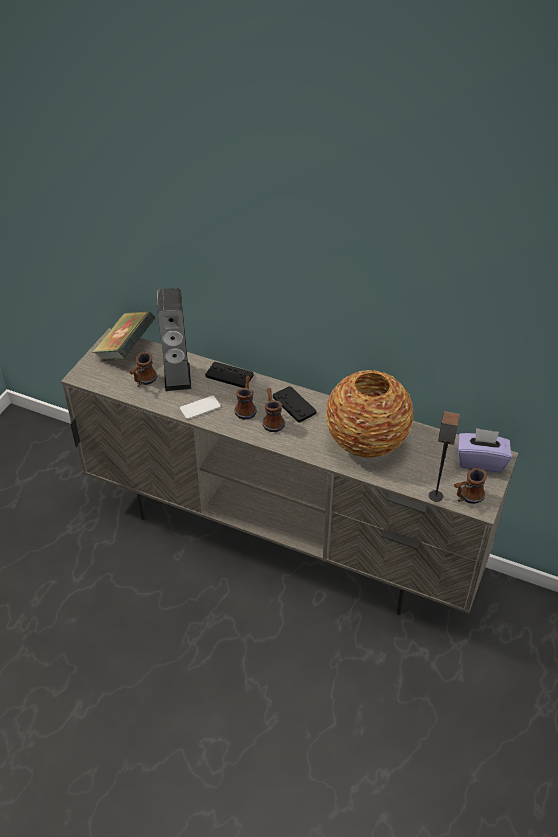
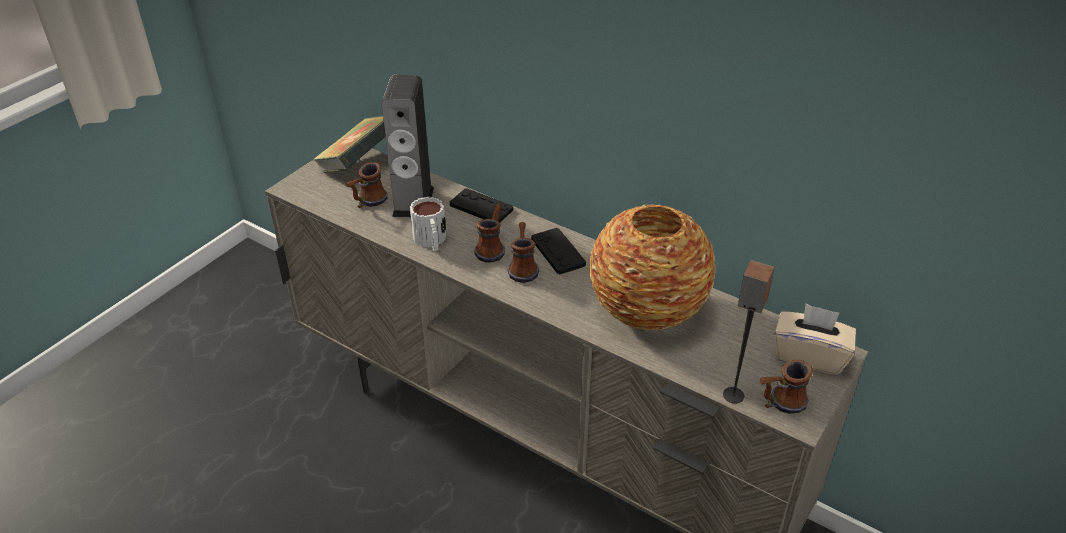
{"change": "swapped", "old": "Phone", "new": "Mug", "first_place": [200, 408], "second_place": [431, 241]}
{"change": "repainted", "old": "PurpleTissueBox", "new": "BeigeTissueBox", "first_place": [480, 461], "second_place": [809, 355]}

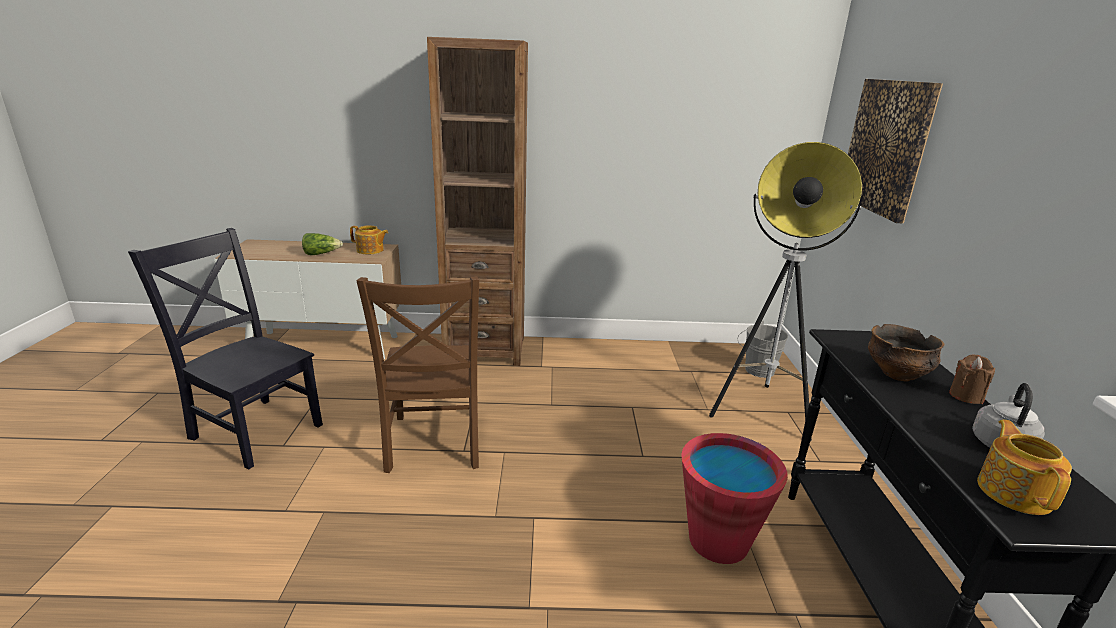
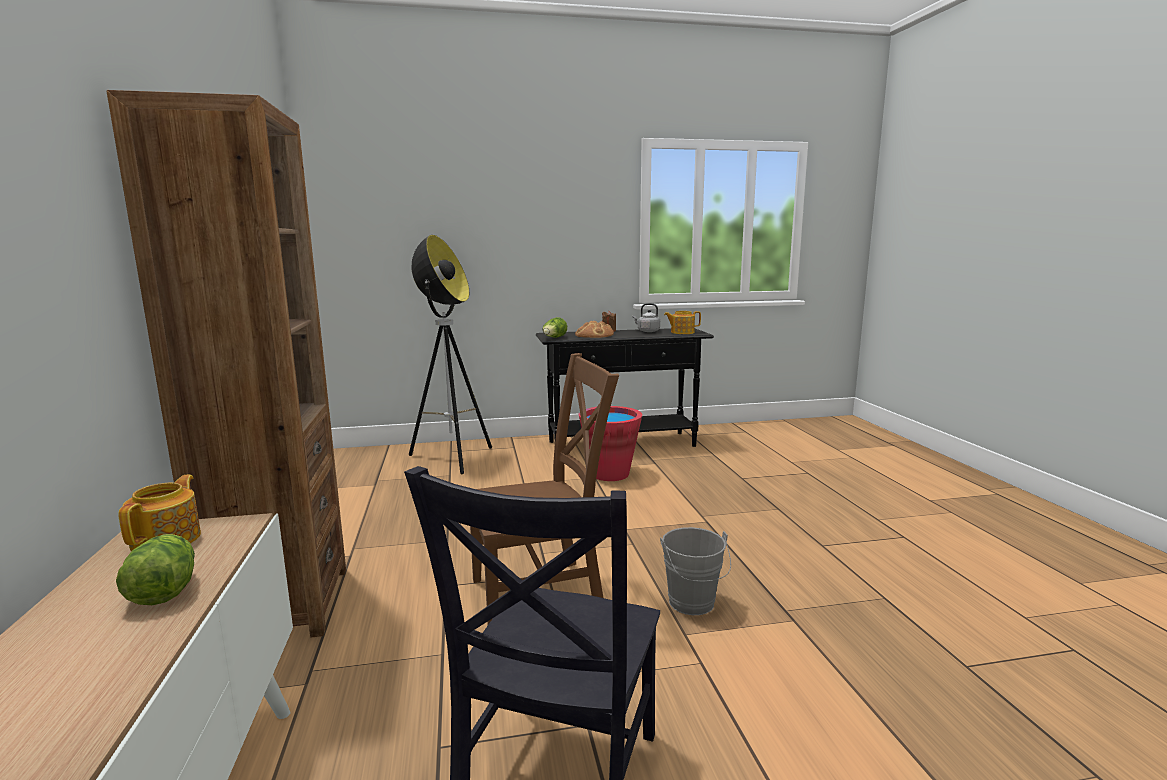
{"change": "gone", "old": "Picture", "first_place": [887, 147]}
{"change": "new", "new": "Lettuce", "second_place": [554, 338]}
{"change": "shifted", "old": "GreyBucket", "first_place": [756, 370], "second_place": [693, 605]}
{"change": "swapped", "old": "Bowl", "new": "Bread", "first_place": [897, 374], "second_place": [594, 335]}

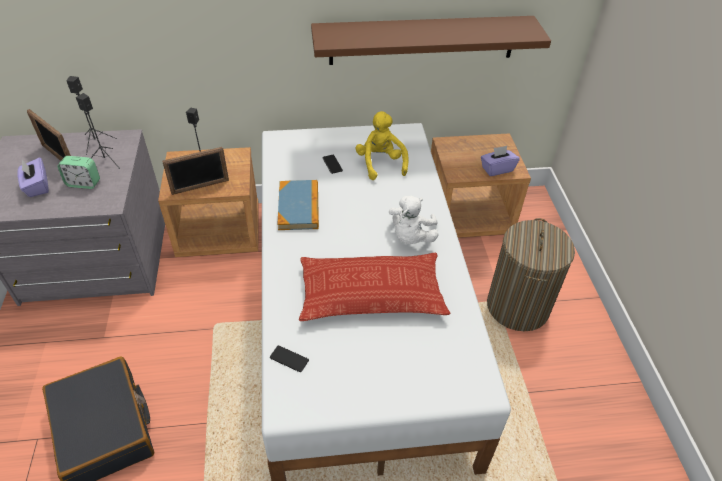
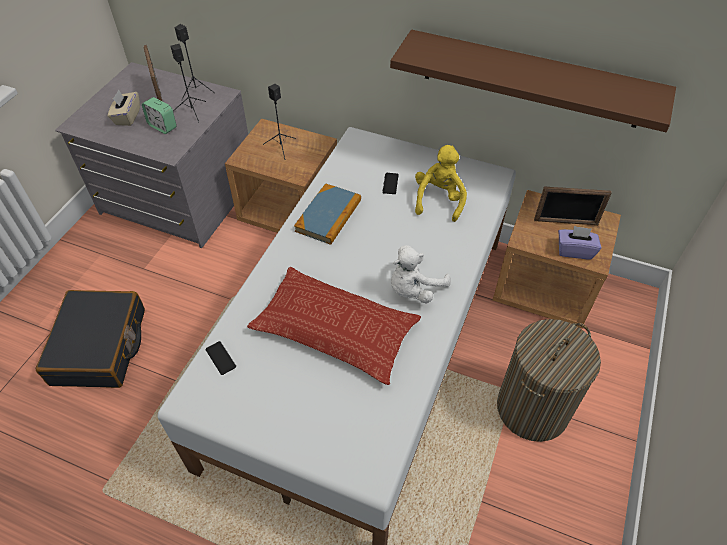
{"change": "shifted", "old": "PictureFrame", "first_place": [200, 187], "second_place": [565, 222]}
{"change": "repainted", "old": "PurpleTissueBox", "new": "BeigeTissueBox", "first_place": [37, 186], "second_place": [127, 117]}

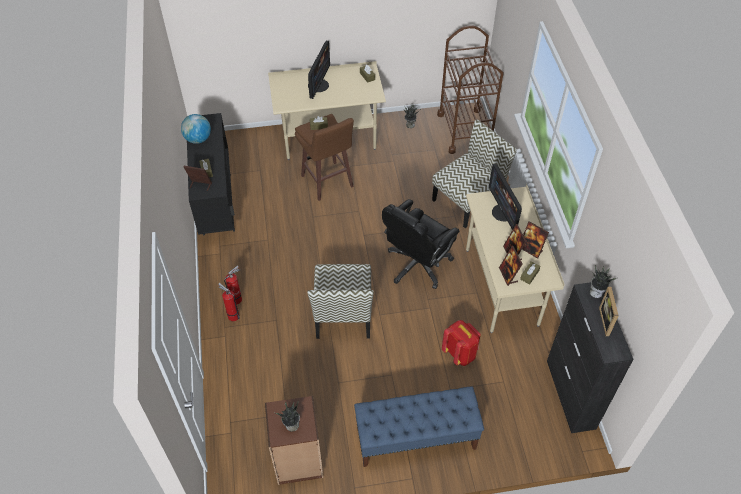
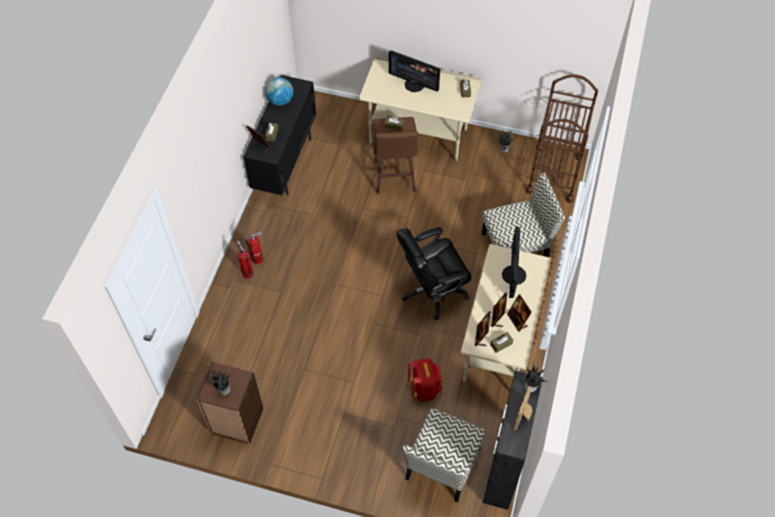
{"change": "gone", "old": "BlueBench", "first_place": [415, 438]}
{"change": "shifted", "old": "Chair", "first_place": [343, 314], "second_place": [443, 465]}
{"change": "rotated", "old": "Monitor", "first_place": [318, 85], "second_place": [414, 84], "degrees": 75}

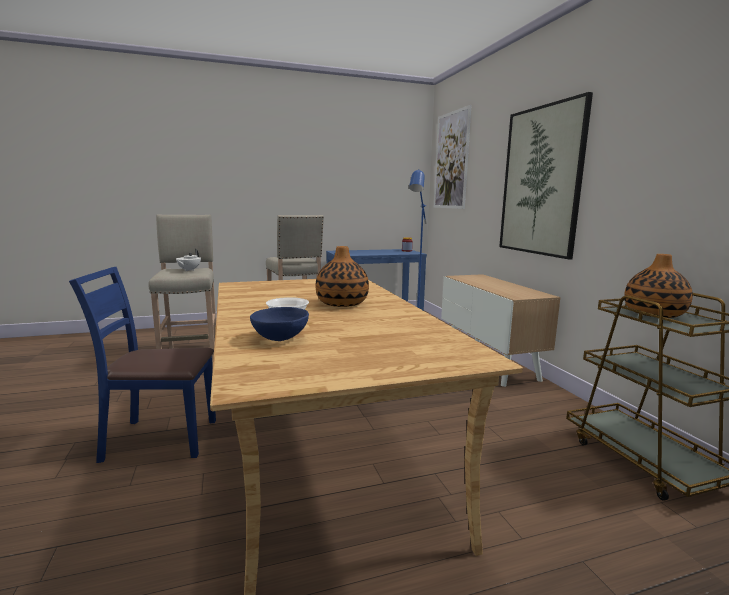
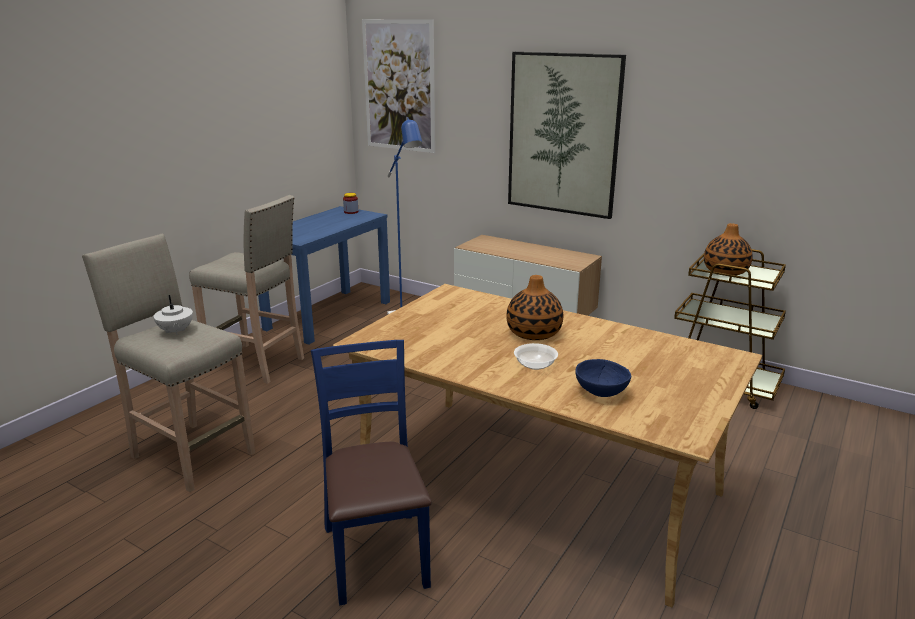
{"change": "rotated", "old": "BlueChair", "first_place": [160, 439], "second_place": [376, 554], "degrees": 120}

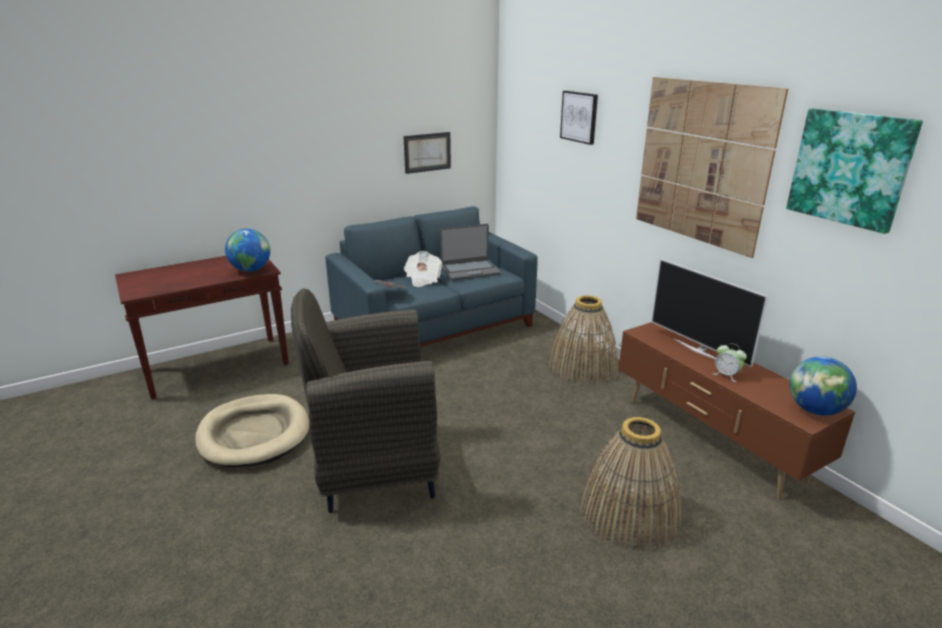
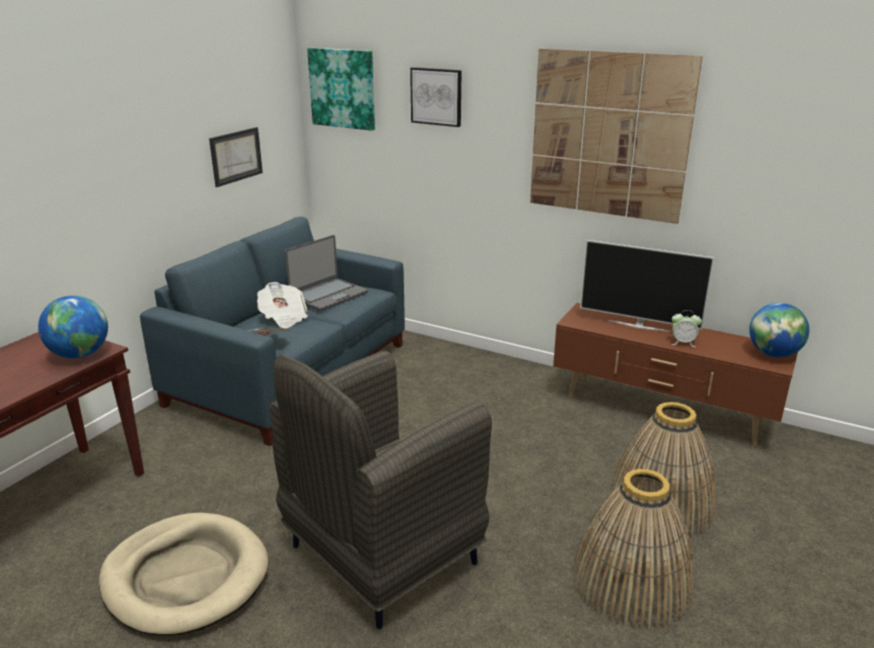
{"change": "shifted", "old": "Basket", "first_place": [582, 366], "second_place": [631, 583]}
{"change": "shifted", "old": "Picture", "first_place": [850, 168], "second_place": [343, 88]}

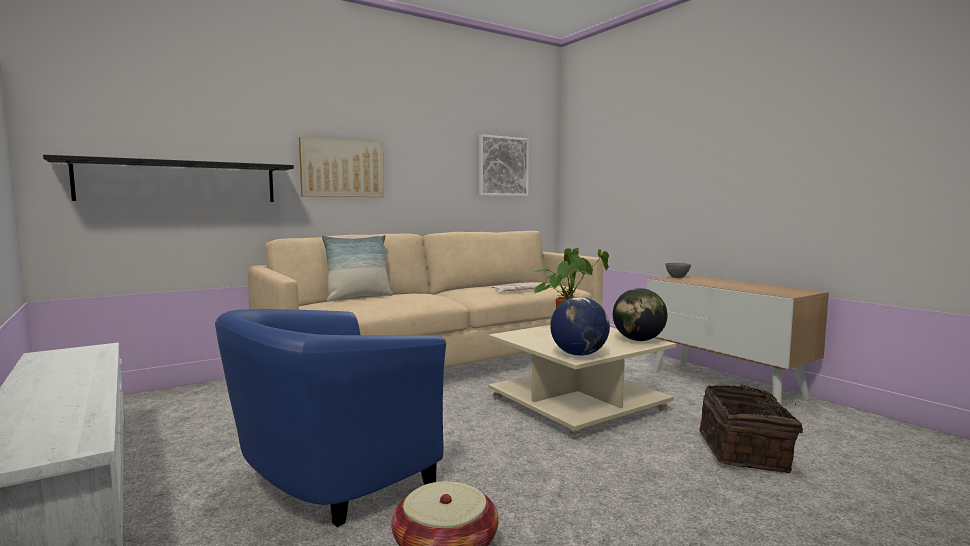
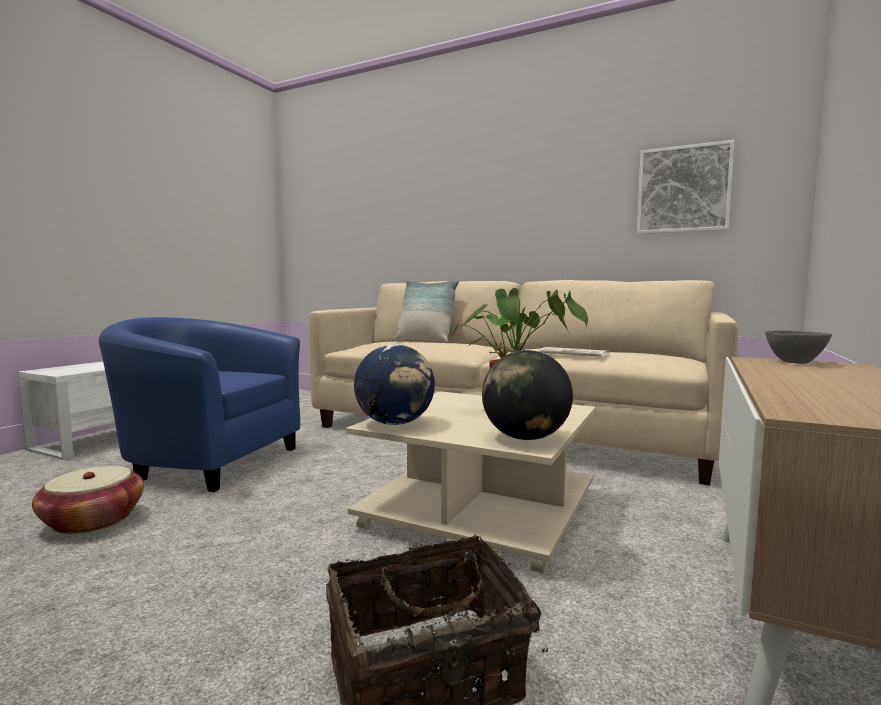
{"change": "gone", "old": "BlackShelf", "first_place": [180, 182]}
{"change": "gone", "old": "Picture", "first_place": [342, 168]}

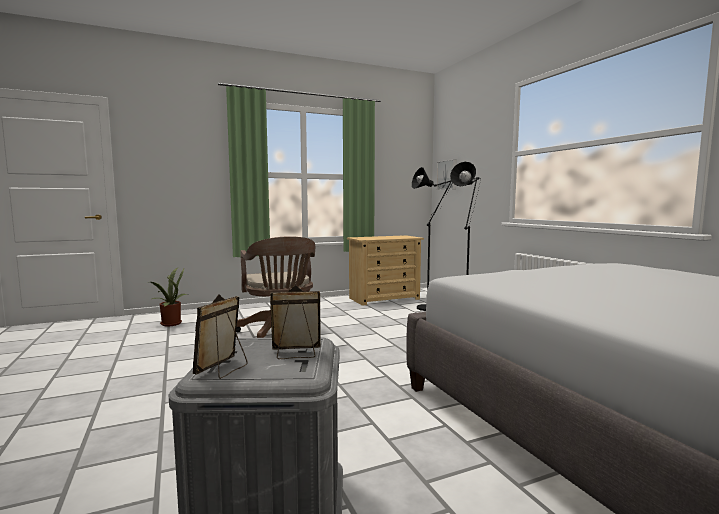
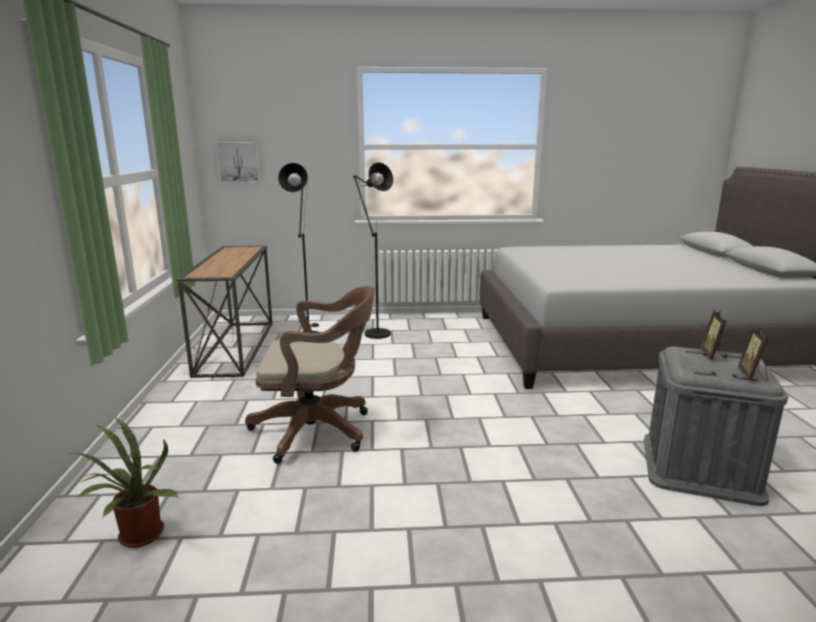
{"change": "swapped", "old": "BeigeDresser", "new": "ConsoleTable", "first_place": [384, 298], "second_place": [235, 347]}
{"change": "rotated", "old": "PictureFrame", "first_place": [223, 369], "second_place": [752, 375], "degrees": 60}

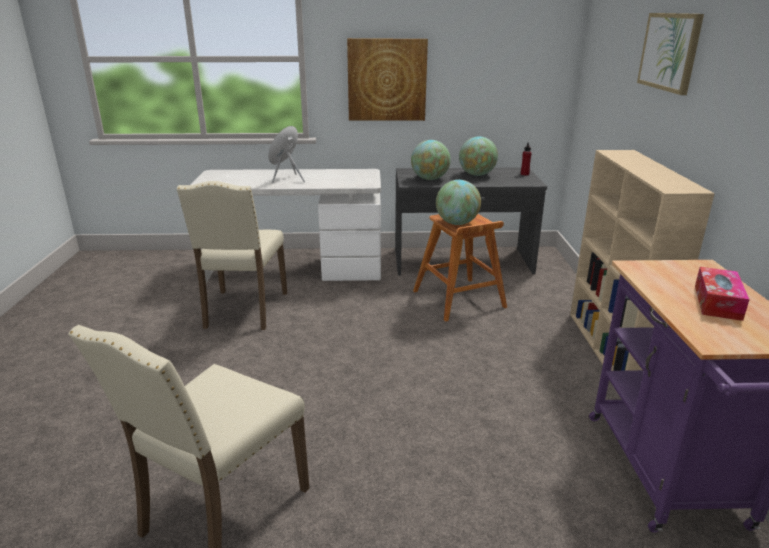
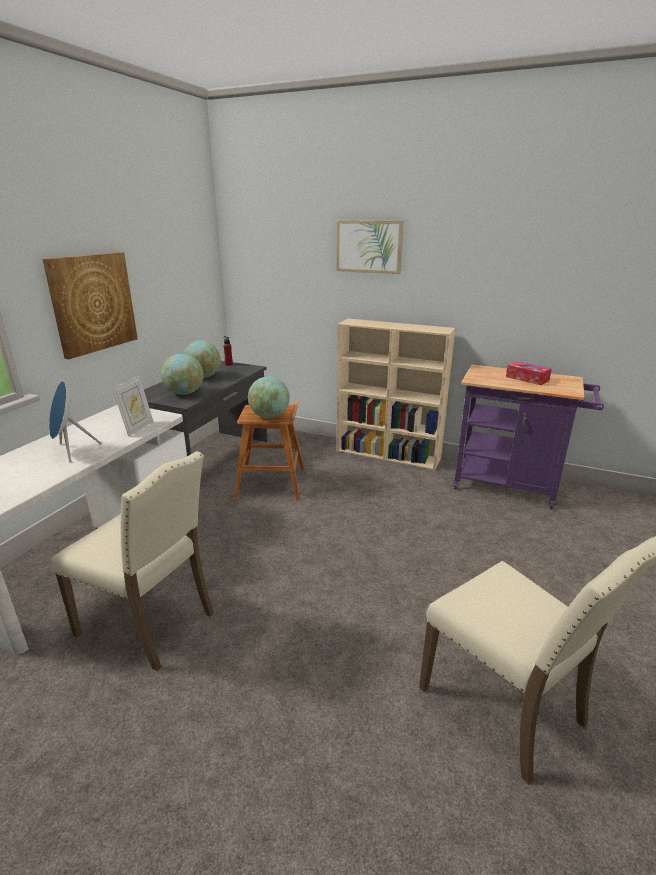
{"change": "new", "new": "PictureFrame", "second_place": [138, 428]}

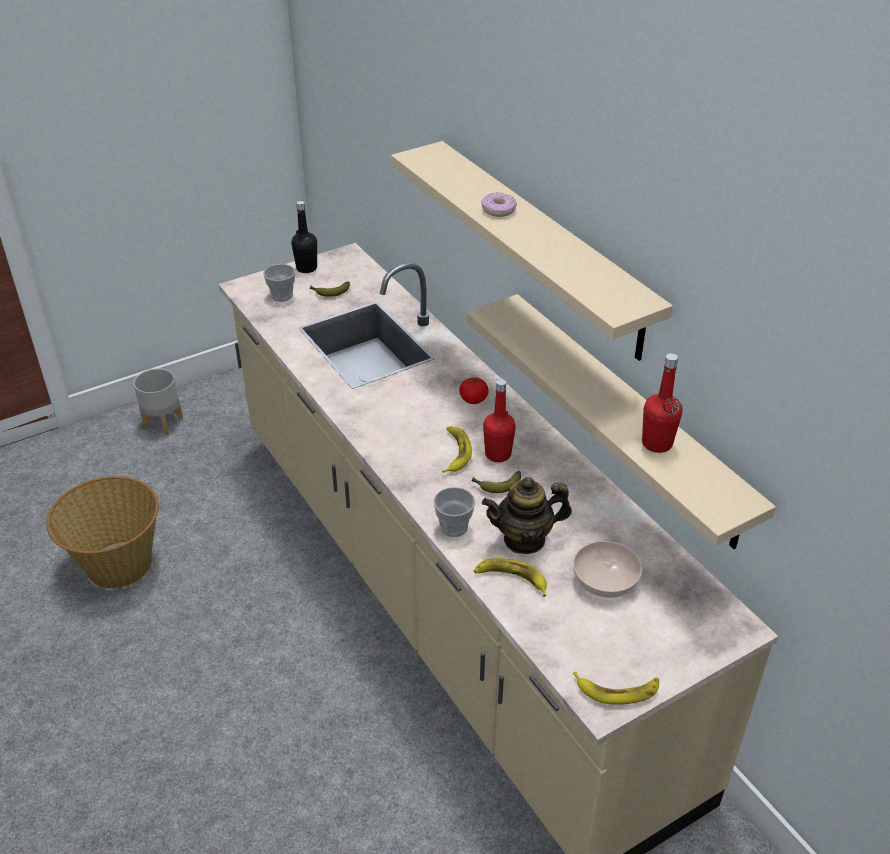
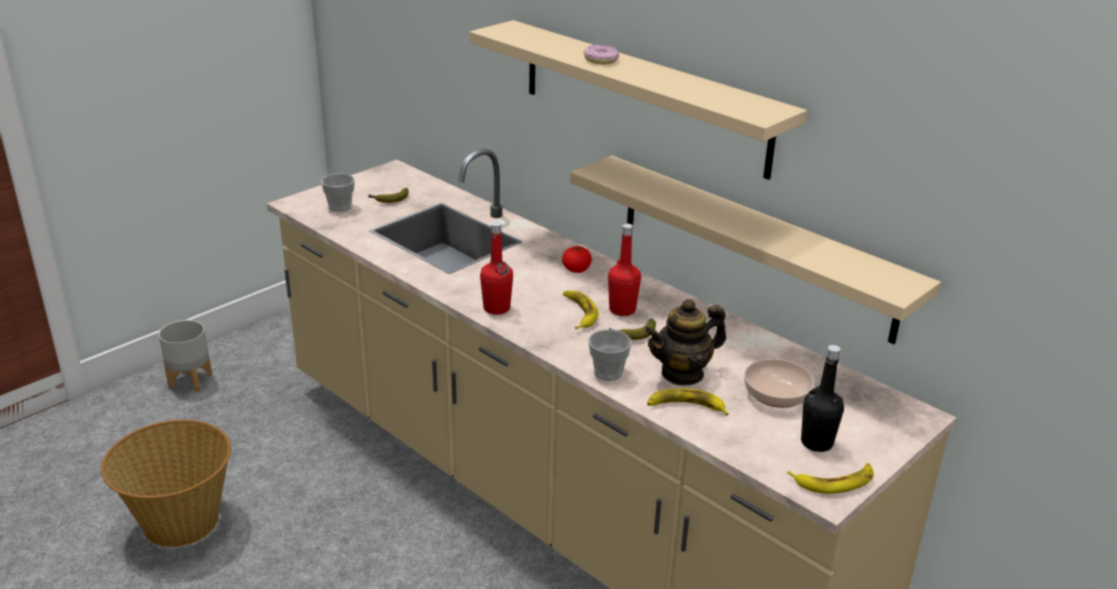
{"change": "shifted", "old": "BlackBottle", "first_place": [306, 268], "second_place": [816, 443]}
{"change": "shifted", "old": "RedBottle", "first_place": [657, 443], "second_place": [496, 308]}

